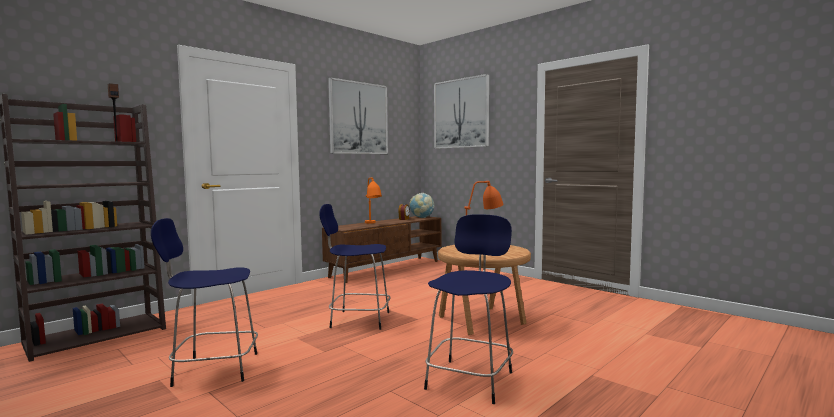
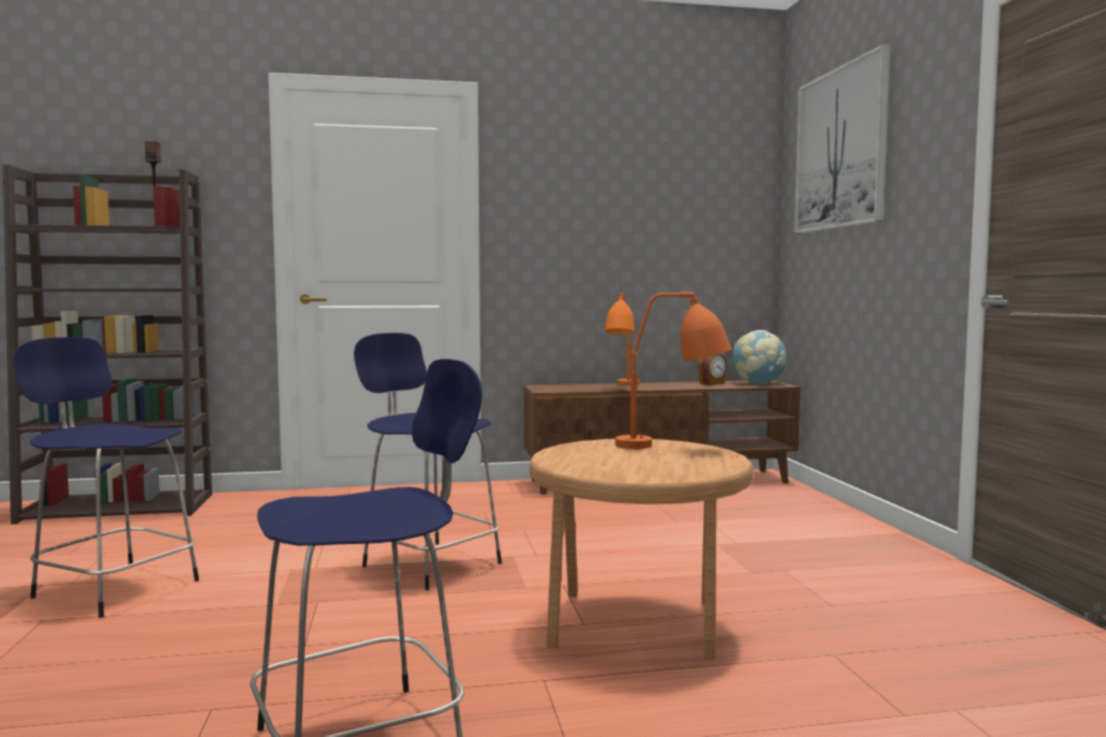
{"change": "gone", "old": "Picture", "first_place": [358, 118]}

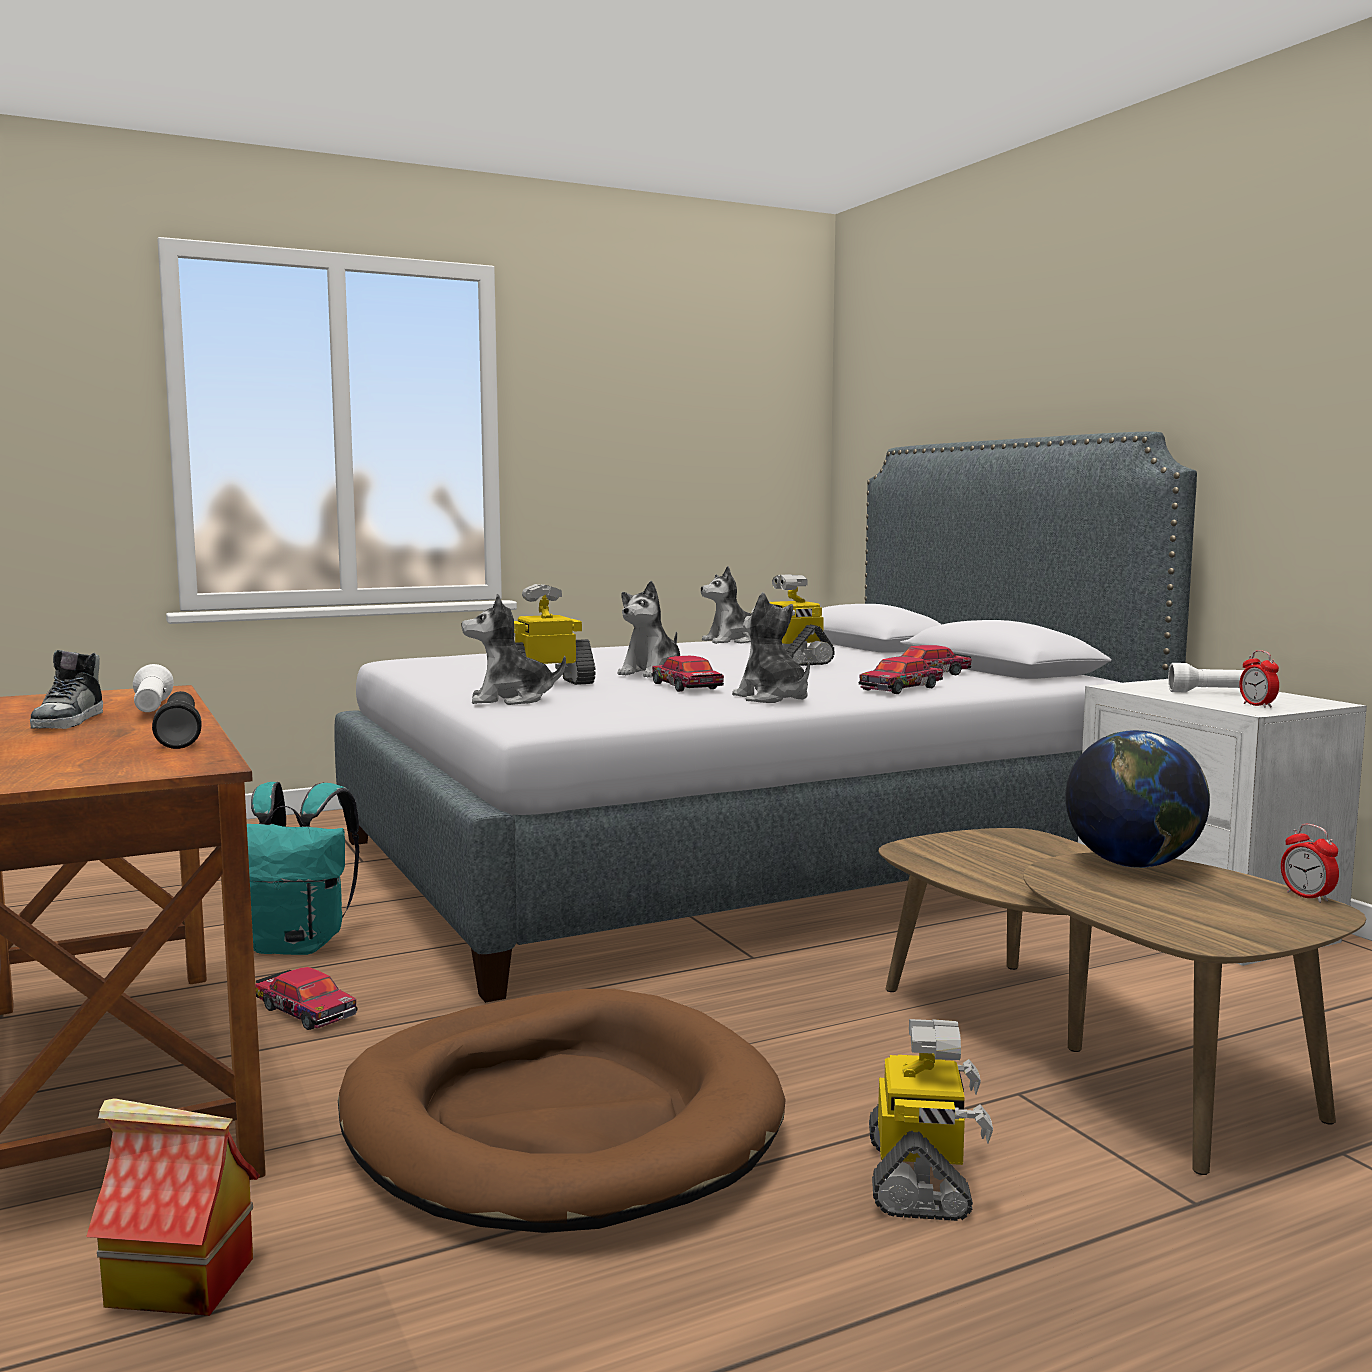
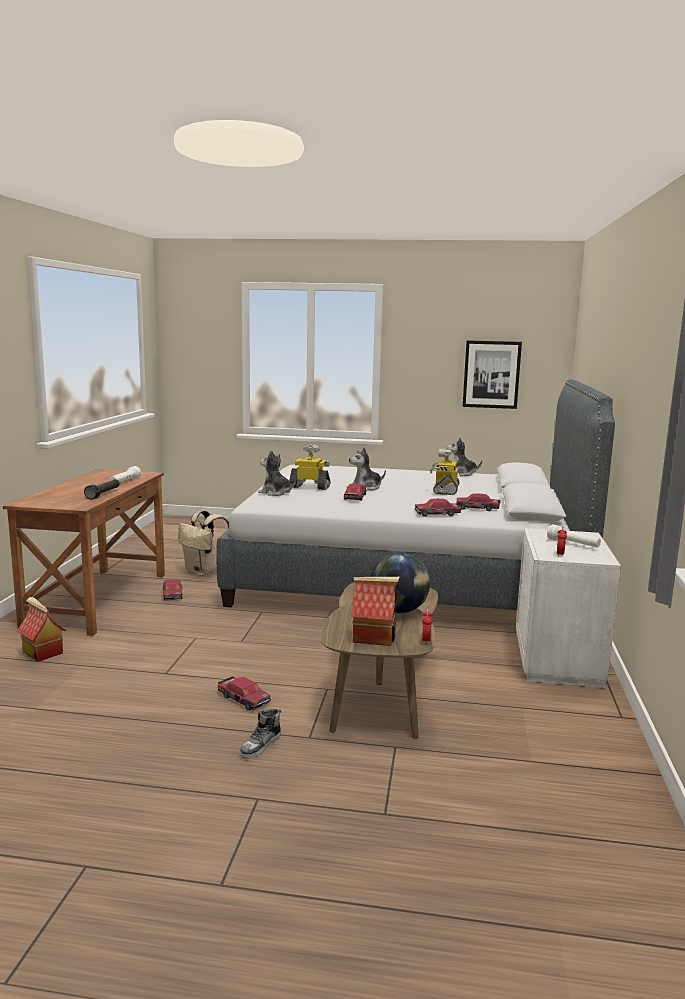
{"change": "gone", "old": "BrownDogBed", "first_place": [558, 1121]}
{"change": "gone", "old": "PlushToy", "first_place": [772, 698]}
{"change": "new", "new": "ToyHouse", "second_place": [374, 637]}
{"change": "new", "new": "Picture", "second_place": [491, 374]}
{"change": "shifted", "old": "Shoe", "first_place": [69, 721], "second_place": [261, 745]}
{"change": "swapped", "old": "ToyRobot", "new": "ToyCar", "first_place": [921, 1179], "second_place": [243, 698]}
{"change": "repainted", "old": "TurquoiseBackpack", "new": "BeigeBackpack", "first_place": [297, 945], "second_place": [204, 572]}

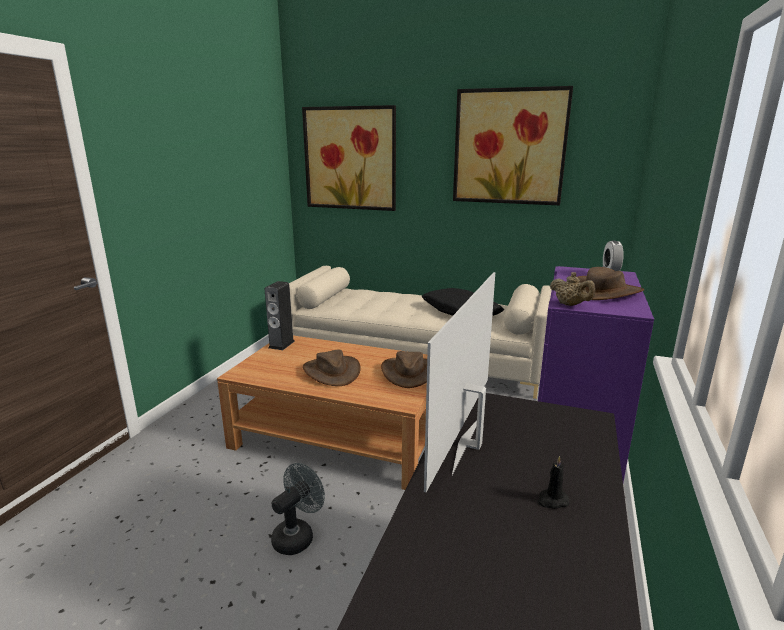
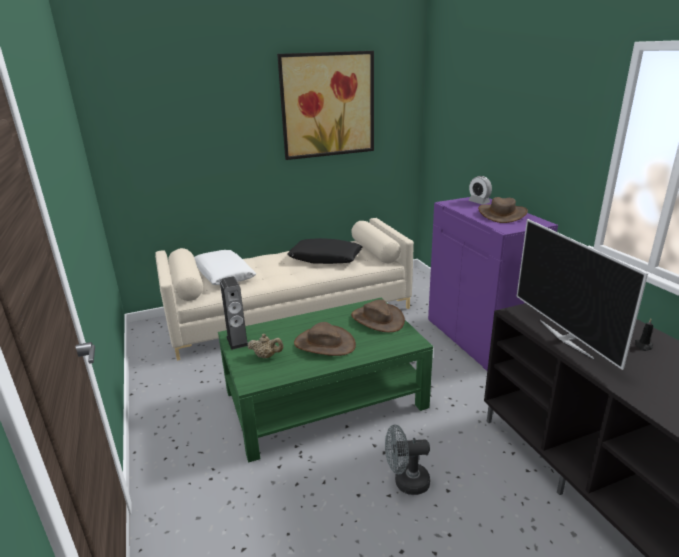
{"change": "gone", "old": "Picture", "first_place": [350, 158]}
{"change": "new", "new": "WhitePillow", "second_place": [223, 274]}
{"change": "shifted", "old": "BeigeTeapot", "first_place": [570, 305], "second_place": [266, 356]}
{"change": "repainted", "old": "BrownCoffeeTable", "new": "GreenCoffeeTable", "first_place": [341, 435], "second_place": [325, 398]}
{"change": "rotated", "old": "GreyFan", "first_place": [297, 535], "second_place": [406, 482], "degrees": -90}

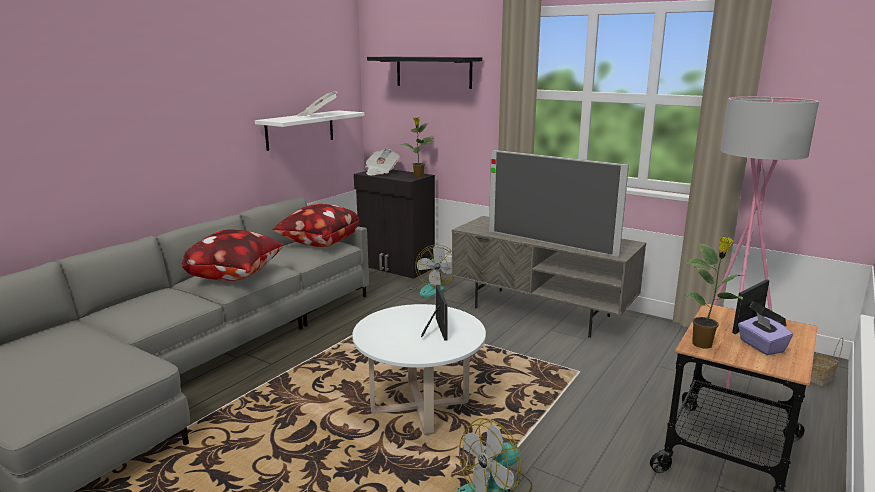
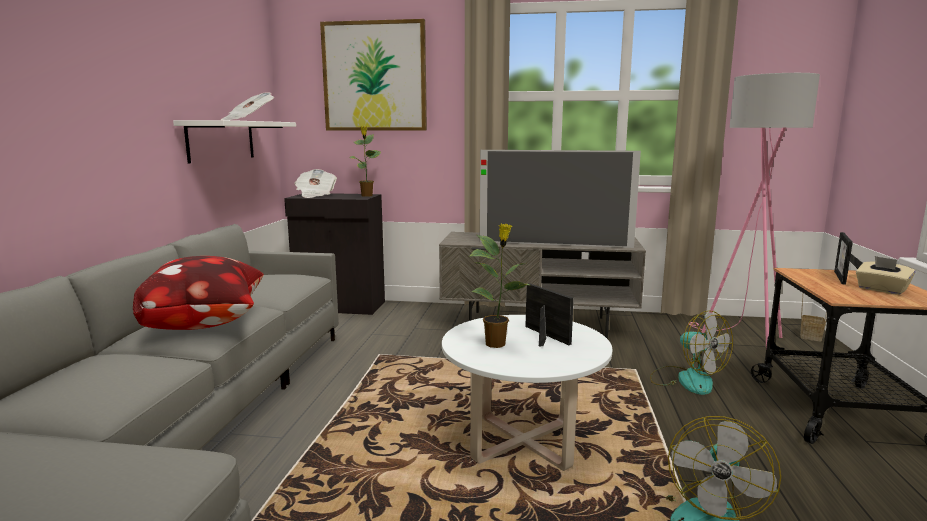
{"change": "gone", "old": "Pillow", "first_place": [318, 243]}
{"change": "shifted", "old": "Fan", "first_place": [431, 289], "second_place": [686, 379]}
{"change": "shifted", "old": "PottedPlant", "first_place": [703, 344], "second_place": [497, 344]}
{"change": "swapped", "old": "BlackShelf", "new": "Picture", "first_place": [433, 72], "second_place": [374, 77]}
{"change": "repainted", "old": "PurpleTissueBox", "new": "BeigeTissueBox", "first_place": [761, 346], "second_place": [881, 290]}

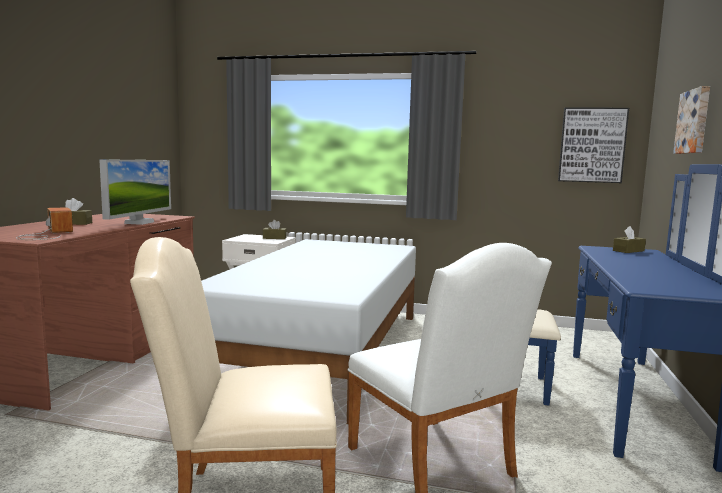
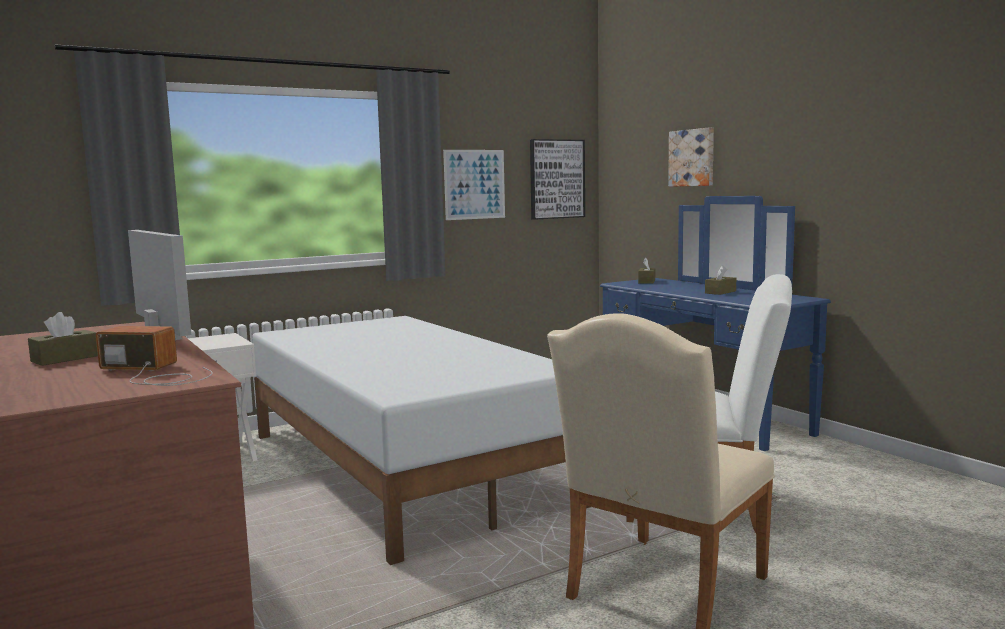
{"change": "new", "new": "Picture", "second_place": [474, 184]}
{"change": "shifted", "old": "BrownTissueBox", "first_place": [274, 238], "second_place": [720, 292]}

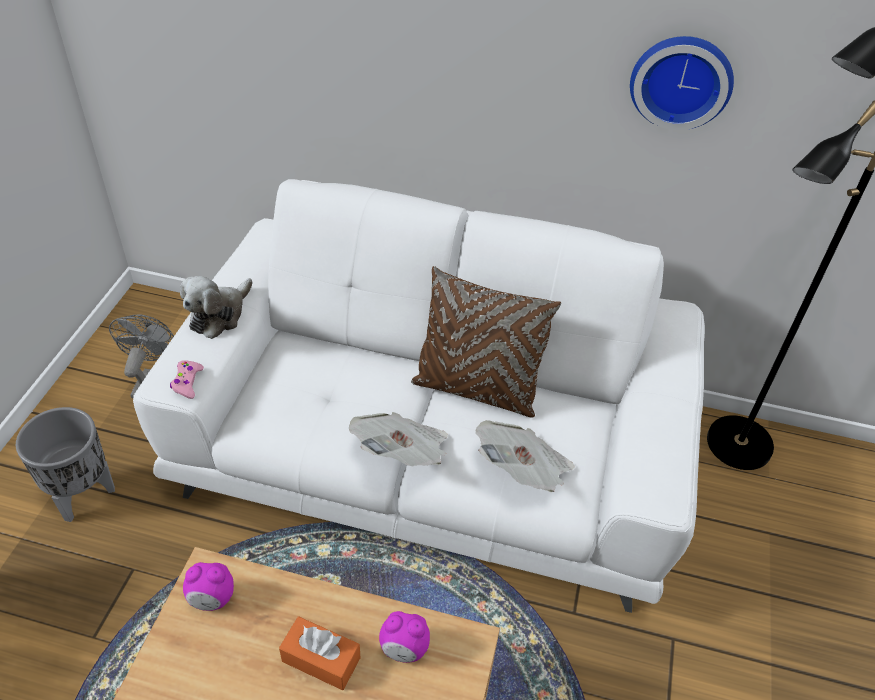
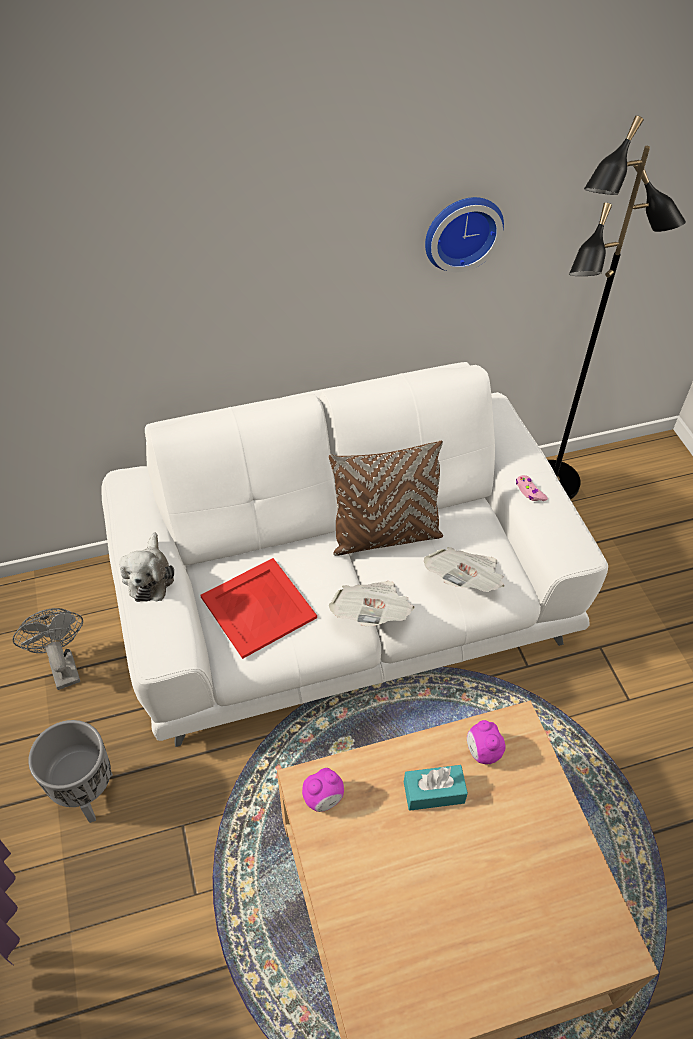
{"change": "new", "new": "RedTray", "second_place": [258, 606]}
{"change": "shifted", "old": "PinkGameController", "first_place": [187, 382], "second_place": [529, 492]}
{"change": "repainted", "old": "OrangeTissueBox", "new": "TurquoiseTissueBox", "first_place": [321, 659], "second_place": [434, 792]}
{"change": "rotated", "old": "AlarmClock", "first_place": [404, 649], "second_place": [482, 752], "degrees": 90}

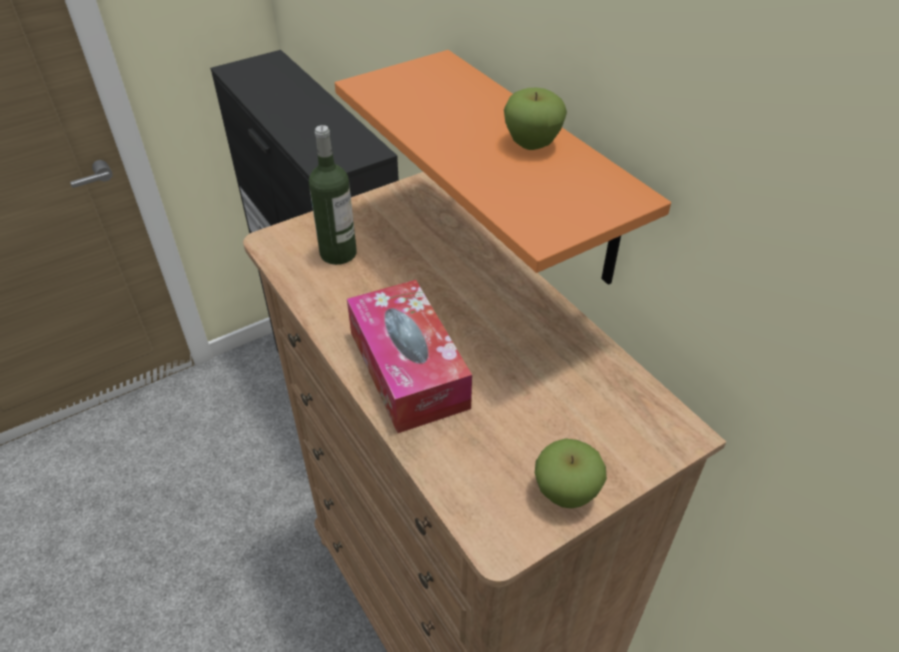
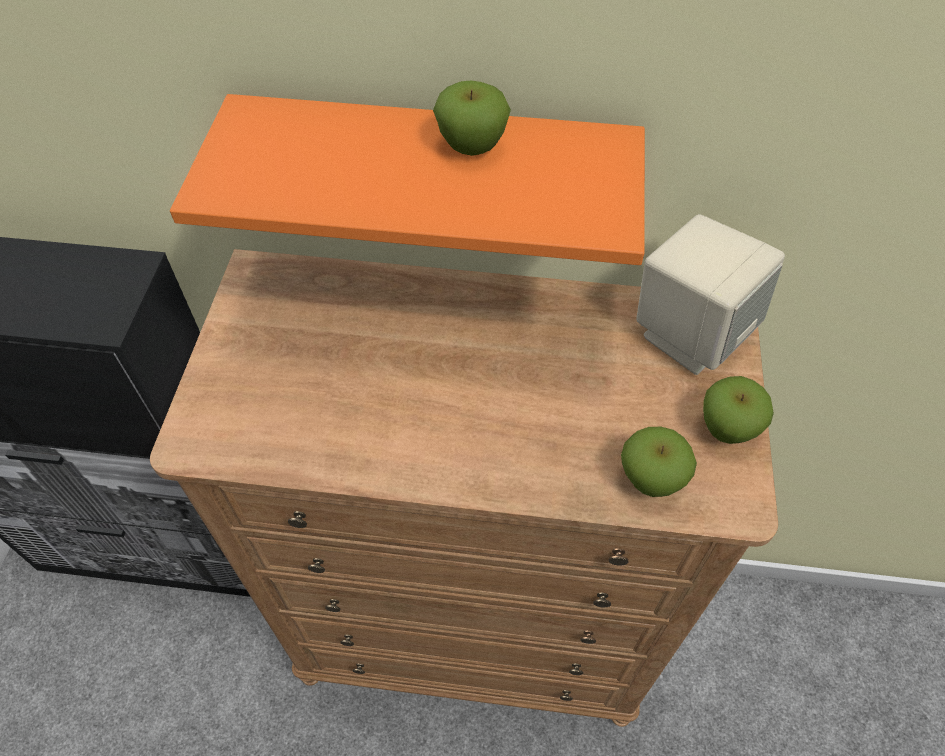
{"change": "gone", "old": "Bottle", "first_place": [338, 253]}
{"change": "gone", "old": "TissueBox", "first_place": [408, 369]}
{"change": "new", "new": "Apple", "second_place": [650, 479]}
{"change": "new", "new": "BeigeSpeaker", "second_place": [690, 333]}

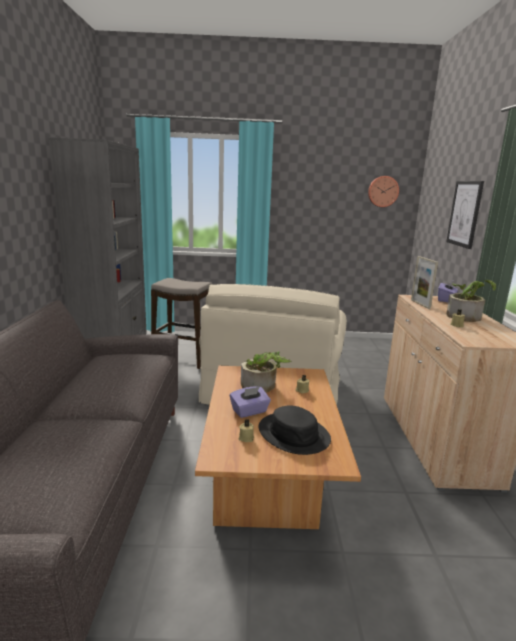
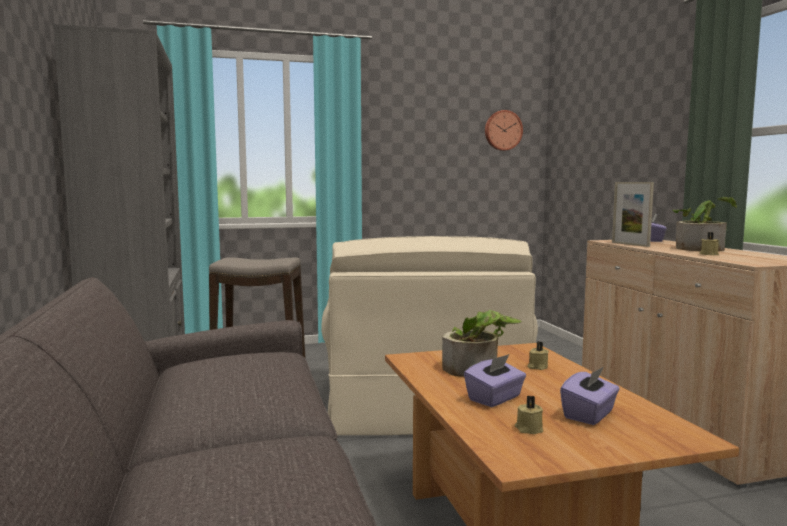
{"change": "gone", "old": "Picture", "first_place": [465, 213]}
{"change": "swapped", "old": "BlackHat", "new": "PurpleTissueBox", "first_place": [294, 434], "second_place": [589, 415]}

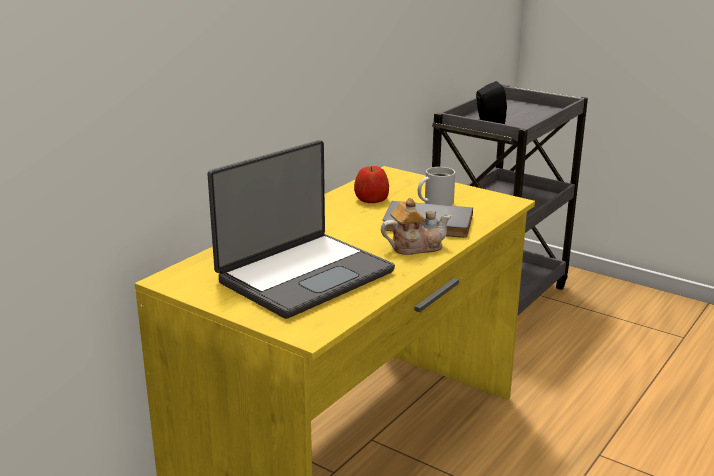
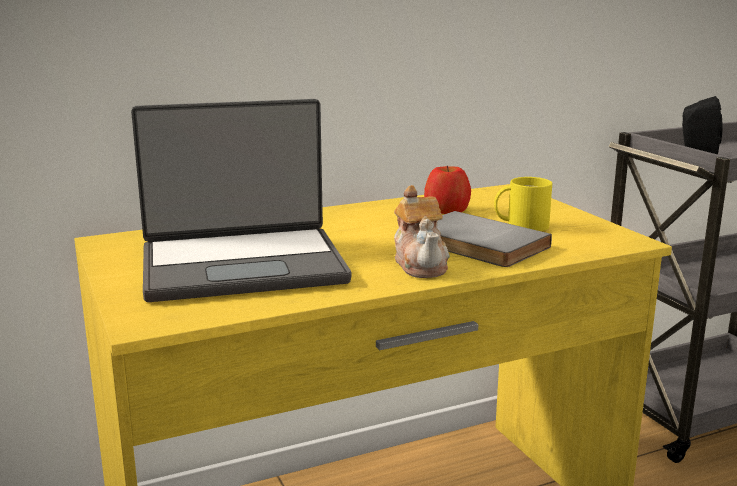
{"change": "repainted", "old": "WhiteMug", "new": "YellowMug", "first_place": [435, 202], "second_place": [523, 225]}
{"change": "rotated", "old": "Teapot", "first_place": [415, 247], "second_place": [421, 264], "degrees": 60}

